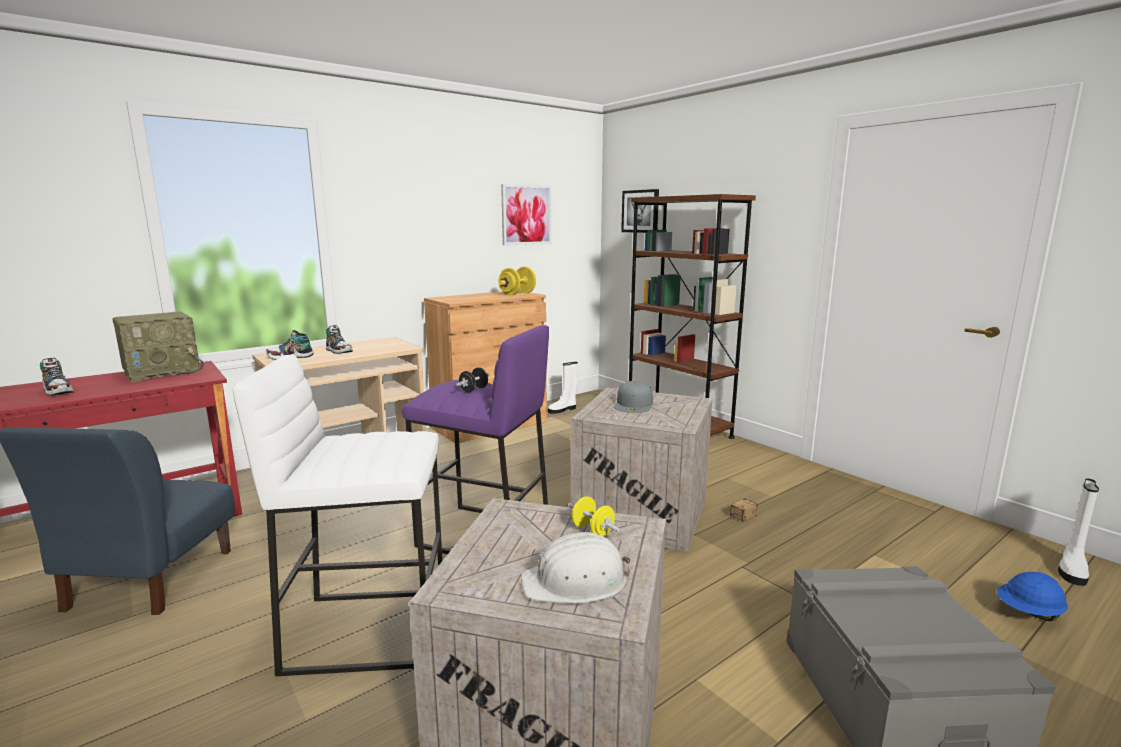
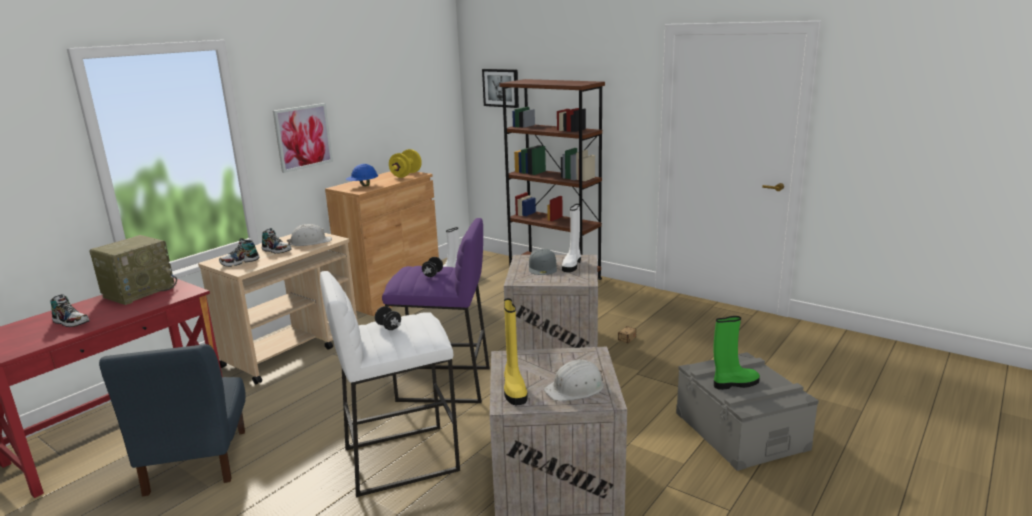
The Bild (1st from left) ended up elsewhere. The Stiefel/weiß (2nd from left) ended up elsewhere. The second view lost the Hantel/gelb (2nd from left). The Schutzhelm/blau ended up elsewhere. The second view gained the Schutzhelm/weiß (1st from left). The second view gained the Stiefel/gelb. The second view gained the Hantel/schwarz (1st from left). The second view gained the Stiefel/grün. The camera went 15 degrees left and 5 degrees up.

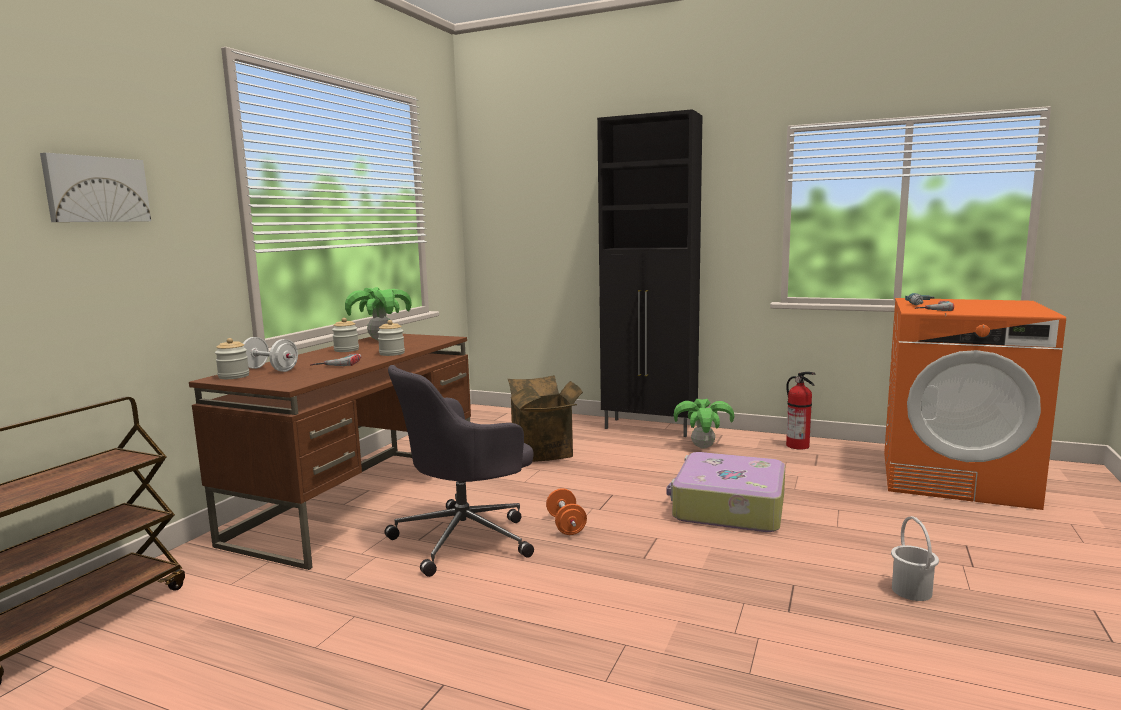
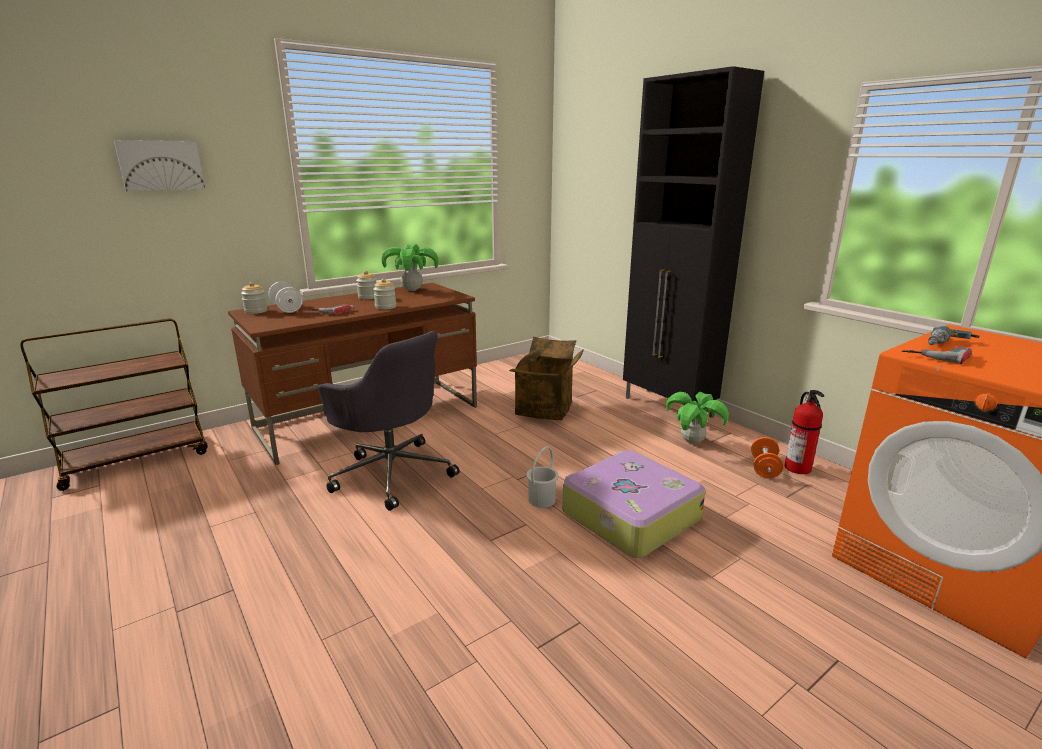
The Bürostuhl/grau ended up facing another way, 135 degrees counterclockwise from before. The Hantel/orange ended up elsewhere. The Eimer/weiß ended up elsewhere. The camera went 30 degrees right and 10 degrees up.

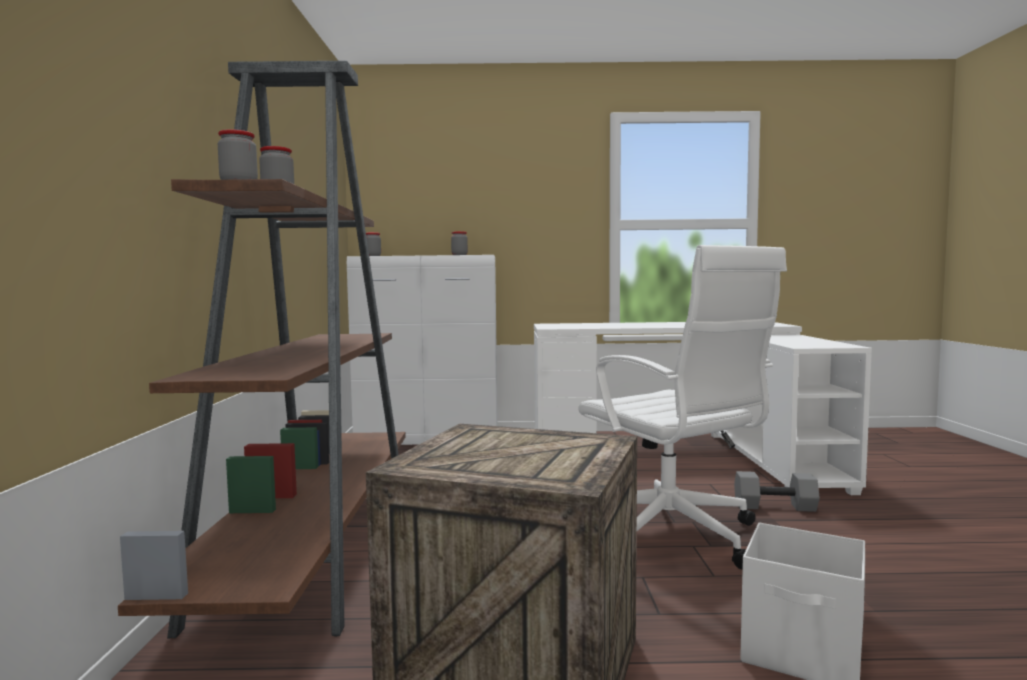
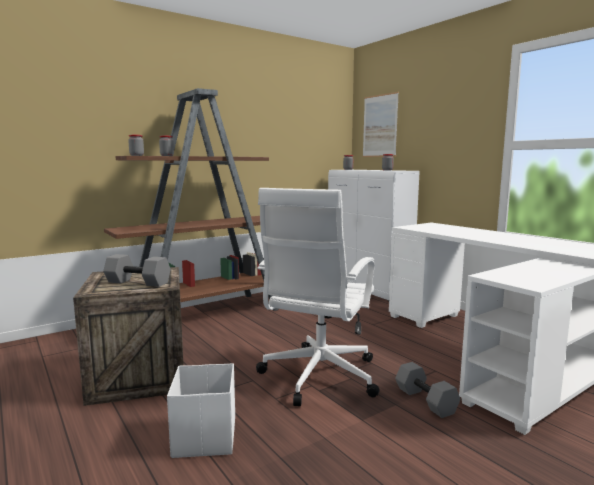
The second view gained the Bild. The second view gained the Hantel/grau (1st from left). The camera went 55 degrees right and 5 degrees up.

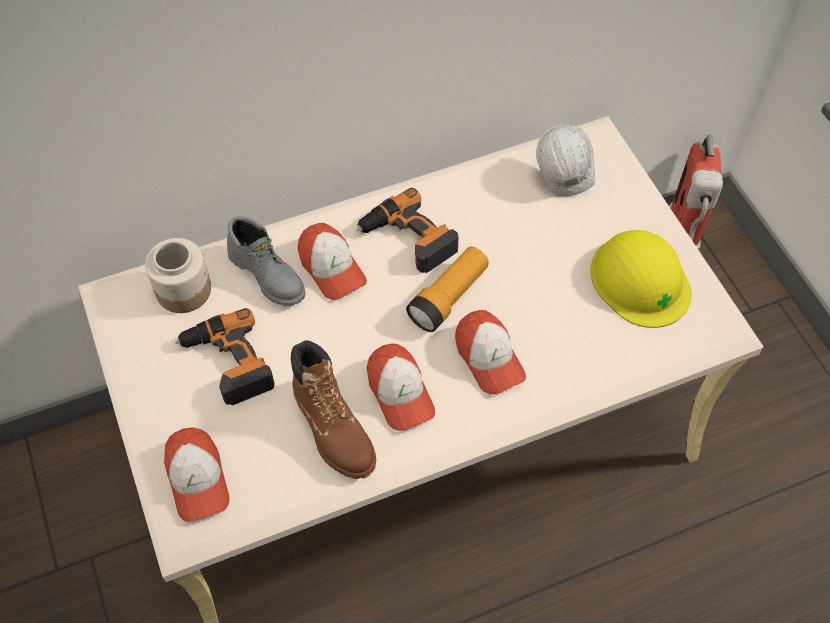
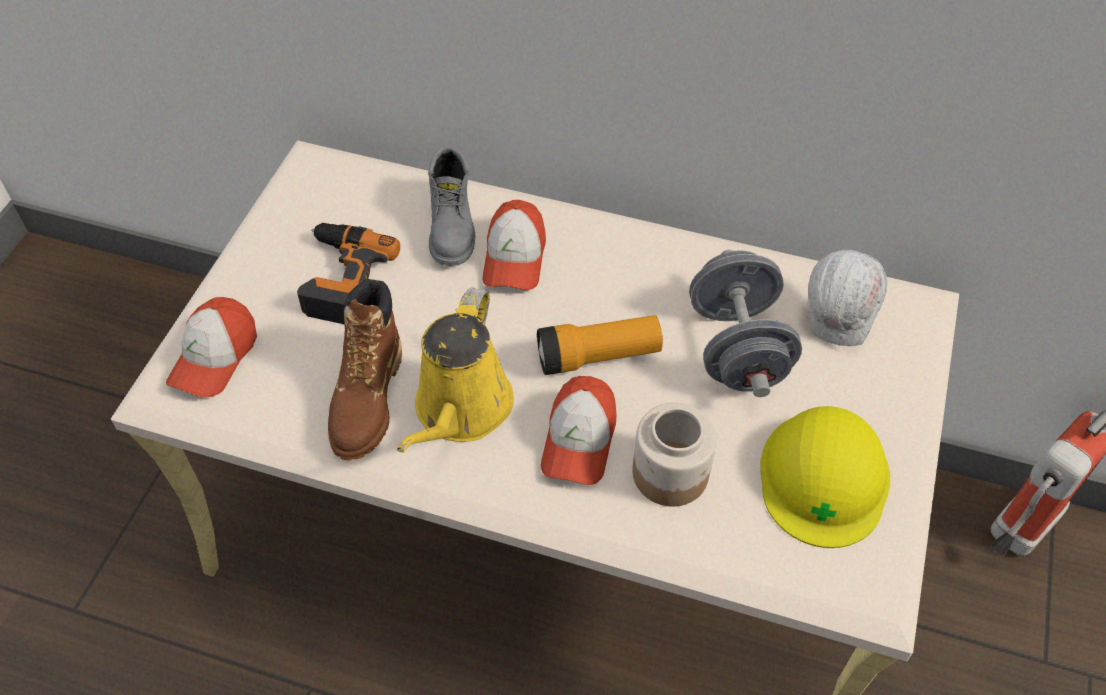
The second view lost the Bohrmaschine (2nd from left). The Vorratsglas ended up elsewhere. Where the Kappe (3rd from left) stood, the Gießkanne/gelb came to stand. The second view gained the Hantel/grau. The camera went 40 degrees right and 5 degrees down.

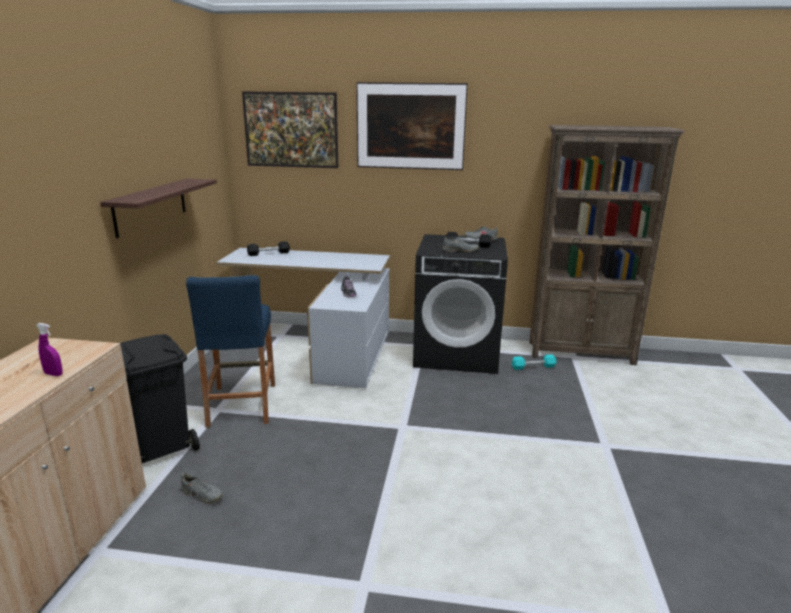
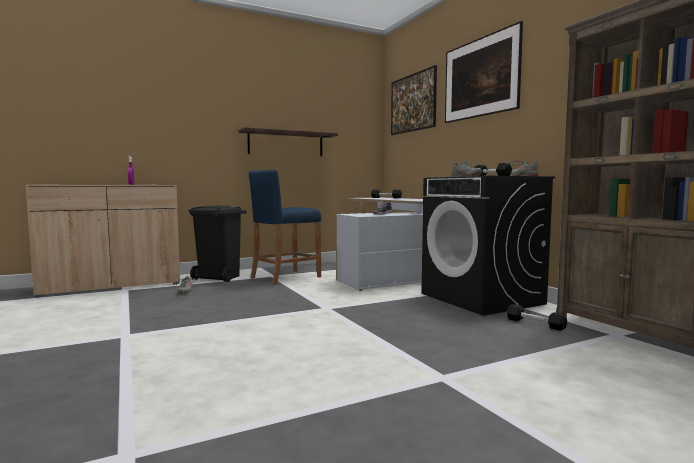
What was the Hantel/türkis turned into the Hantel/schwarz (3rd from left). The camera went 55 degrees right and 15 degrees down.

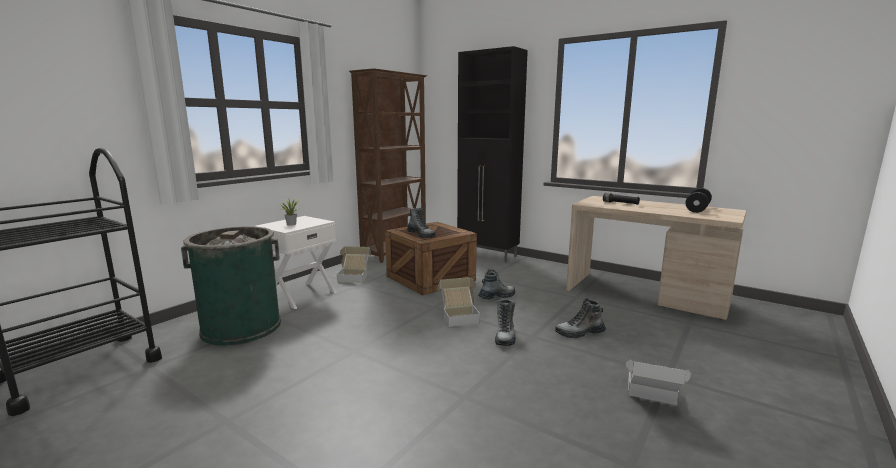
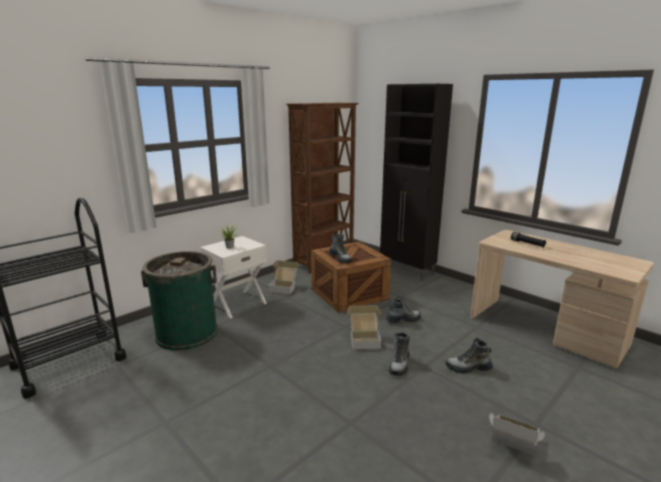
The second view lost the Hantel/schwarz. The camera went 10 degrees right and 5 degrees up.

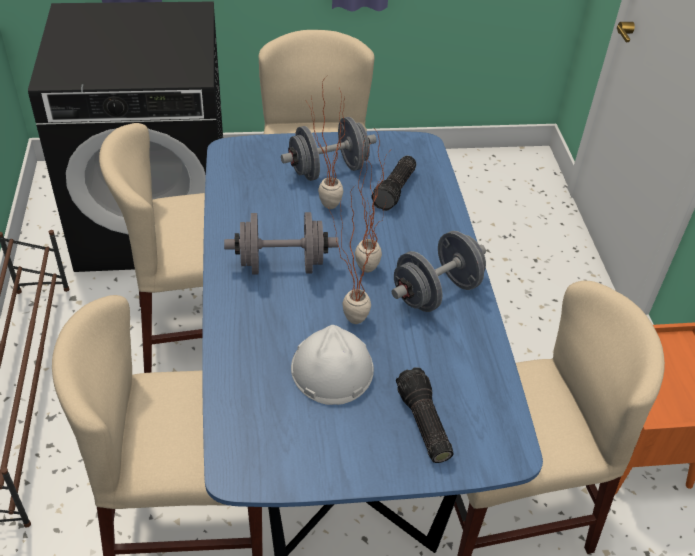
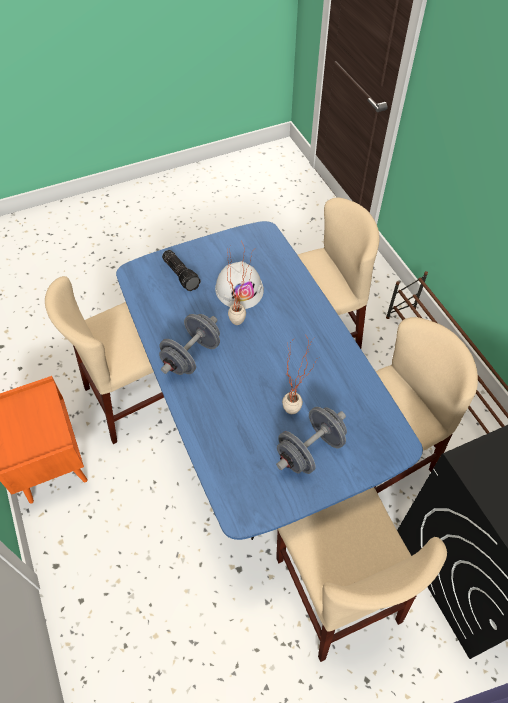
The second view lost the Topfpflanze (3rd from left). The second view lost the Taschenlampe (1st from left). The second view lost the Hantel/grau (1st from left). The camera went 165 degrees right and 10 degrees up.

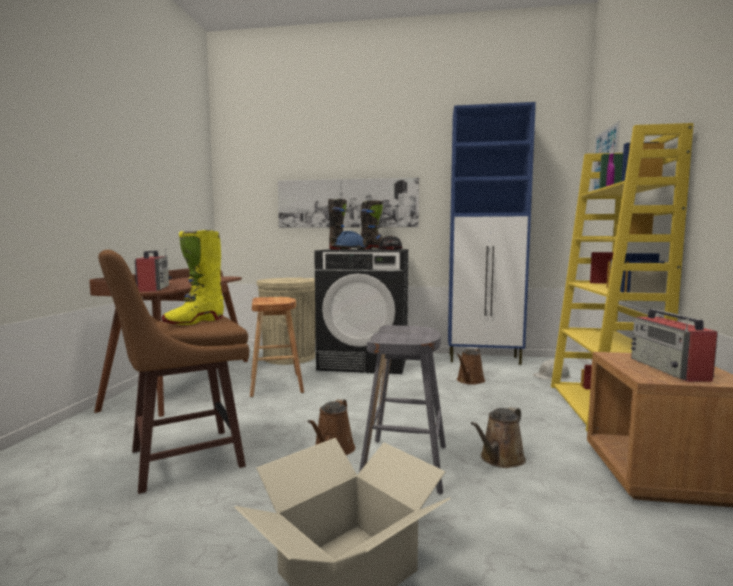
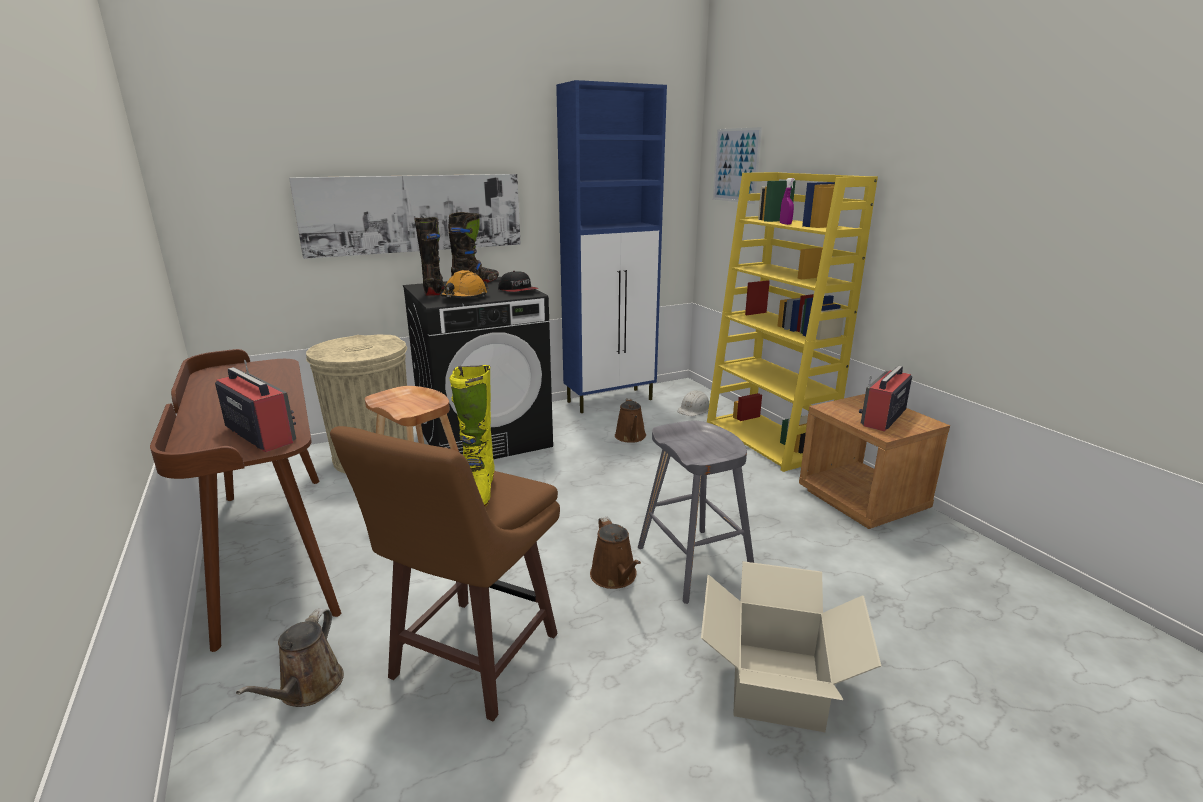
What was the Schutzhelm/blau turned into the Schutzhelm/orange. The Radio (2nd from left) ended up facing another way, 75 degrees clockwise from before. The Gießkanne/braun (3rd from left in the first image) ended up elsewhere. The camera went 35 degrees left and 15 degrees up.

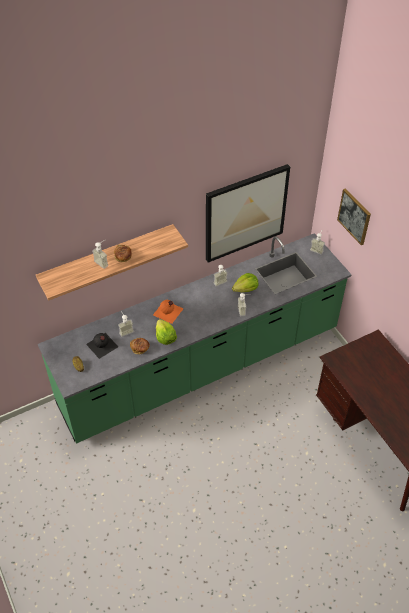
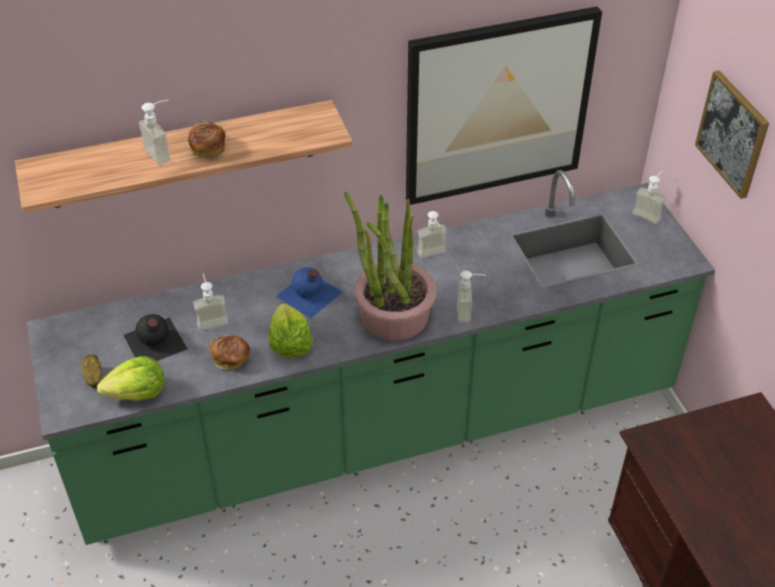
The Salatkopf (2nd from left in the first image) ended up elsewhere. What was the Flasche/orange turned into the Flasche/blau. The second view gained the Topfpflanze. The camera went 10 degrees right and 5 degrees down.

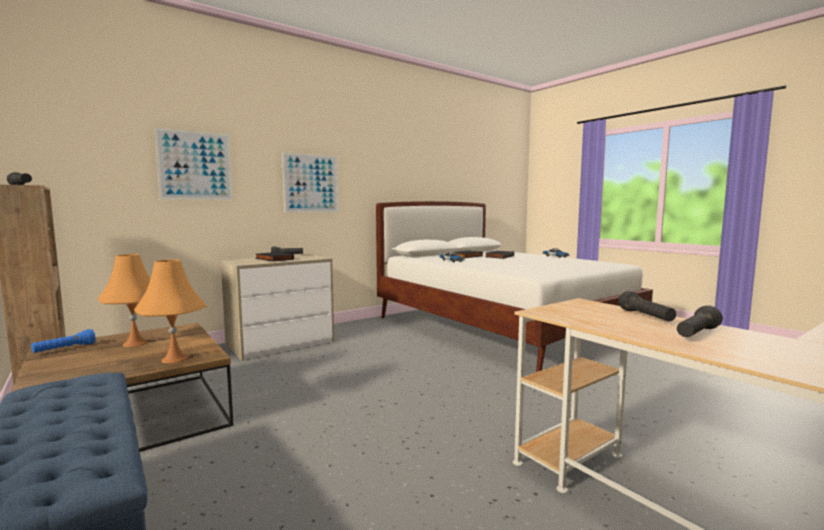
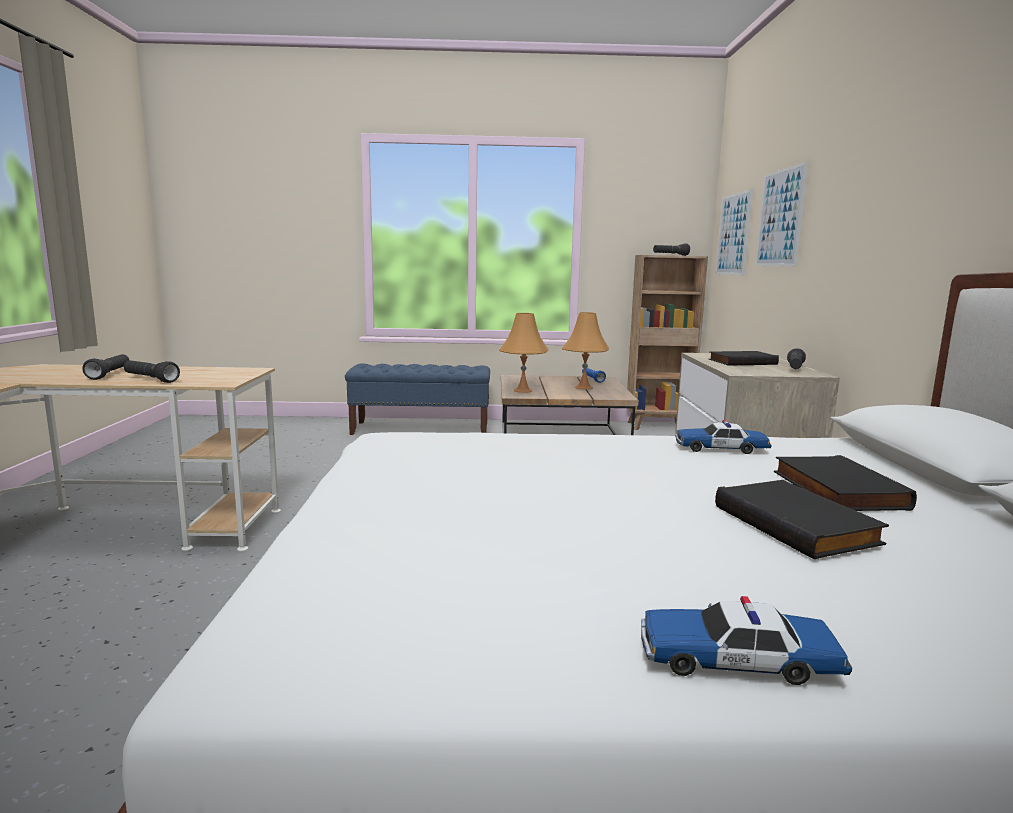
The Bild (2nd from left in the first image) ended up elsewhere. The camera went 125 degrees right and 5 degrees up.

